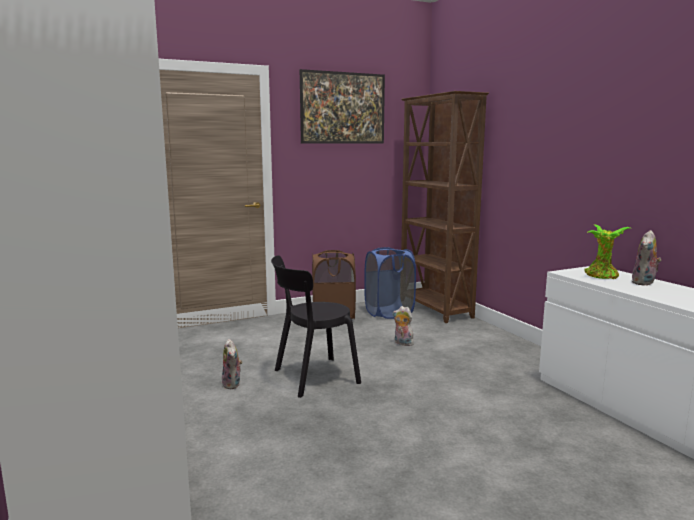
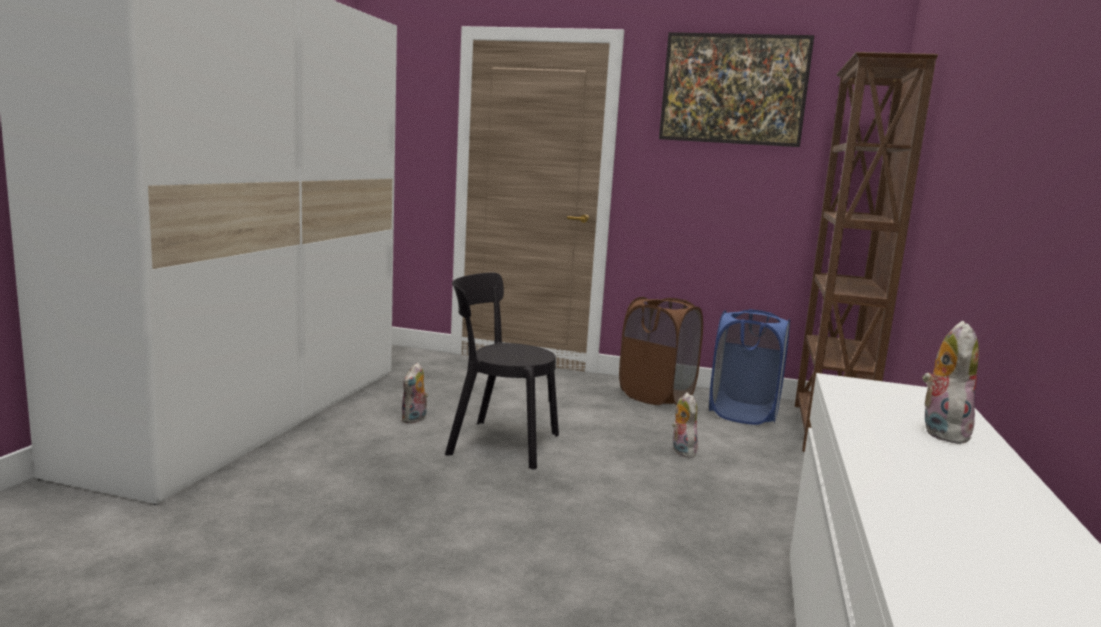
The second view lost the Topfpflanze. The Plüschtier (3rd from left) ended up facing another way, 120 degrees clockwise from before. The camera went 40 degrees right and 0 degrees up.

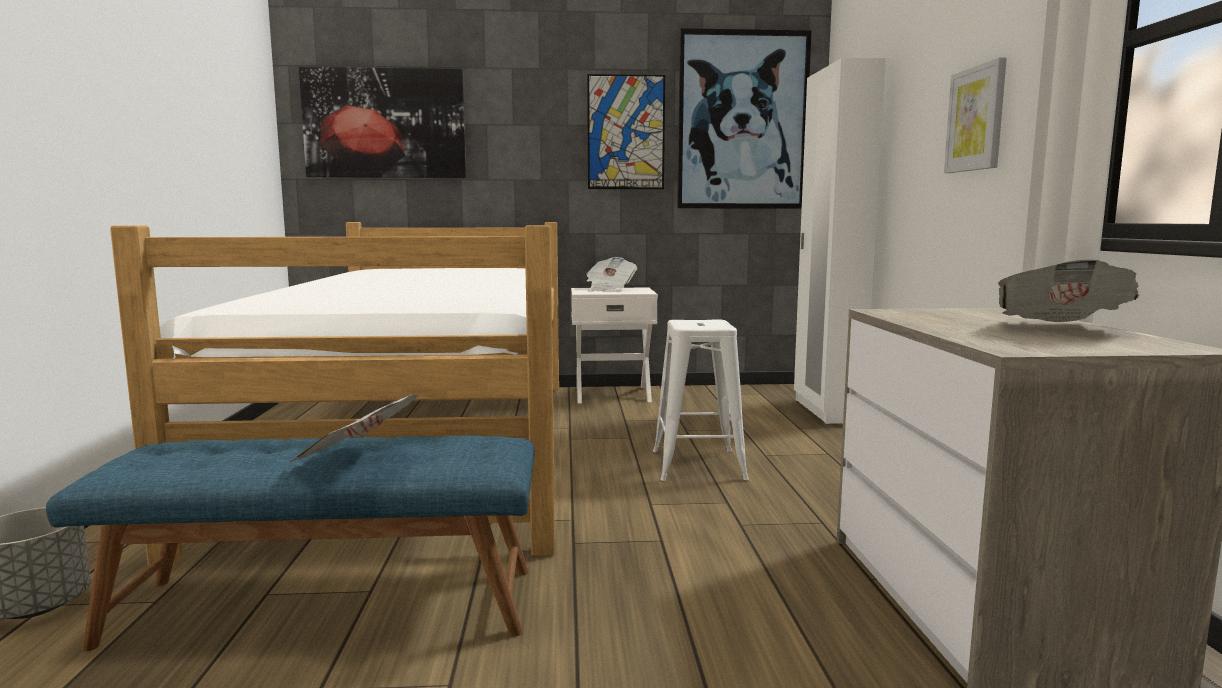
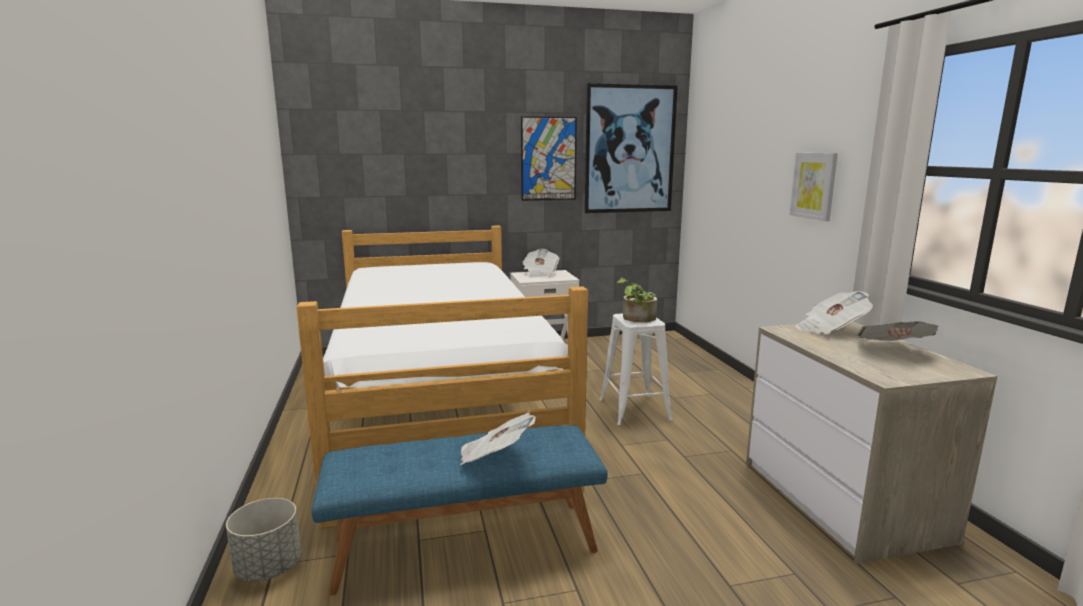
The second view lost the Kleiderschrank/weiß. The second view lost the Bild (1st from left). The second view gained the Topfpflanze. The second view gained the Zeitung (3rd from left). The camera went 10 degrees left and 5 degrees up.

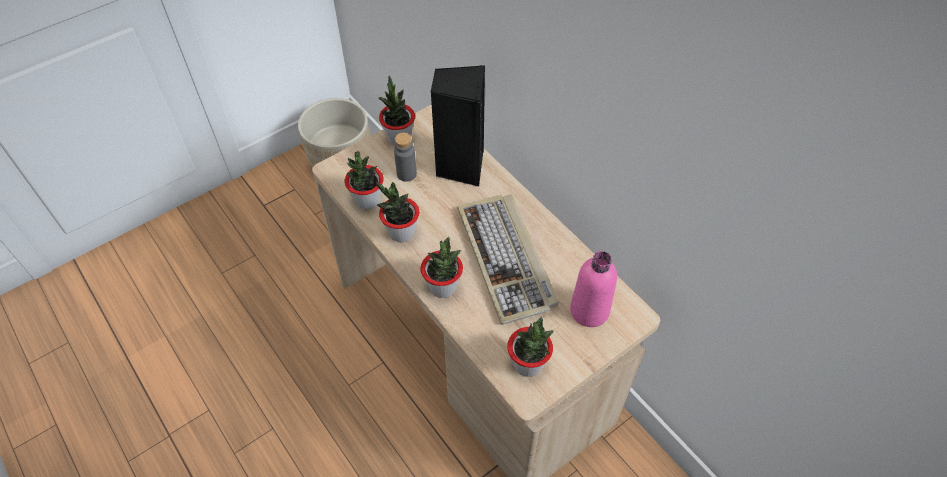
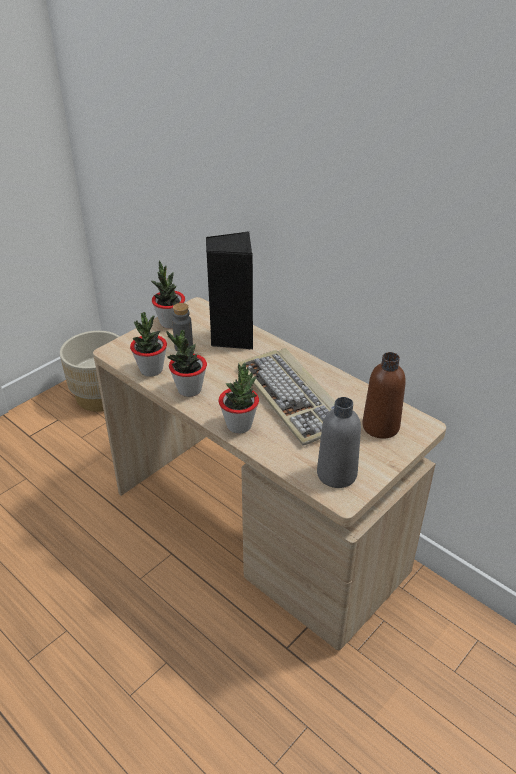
What was the Flasche/rosa turned into the Flasche/braun. Where the Topfpflanze (5th from left) stood, the Flasche/grau (2nd from left) came to stand. The camera went 10 degrees left and 15 degrees down.

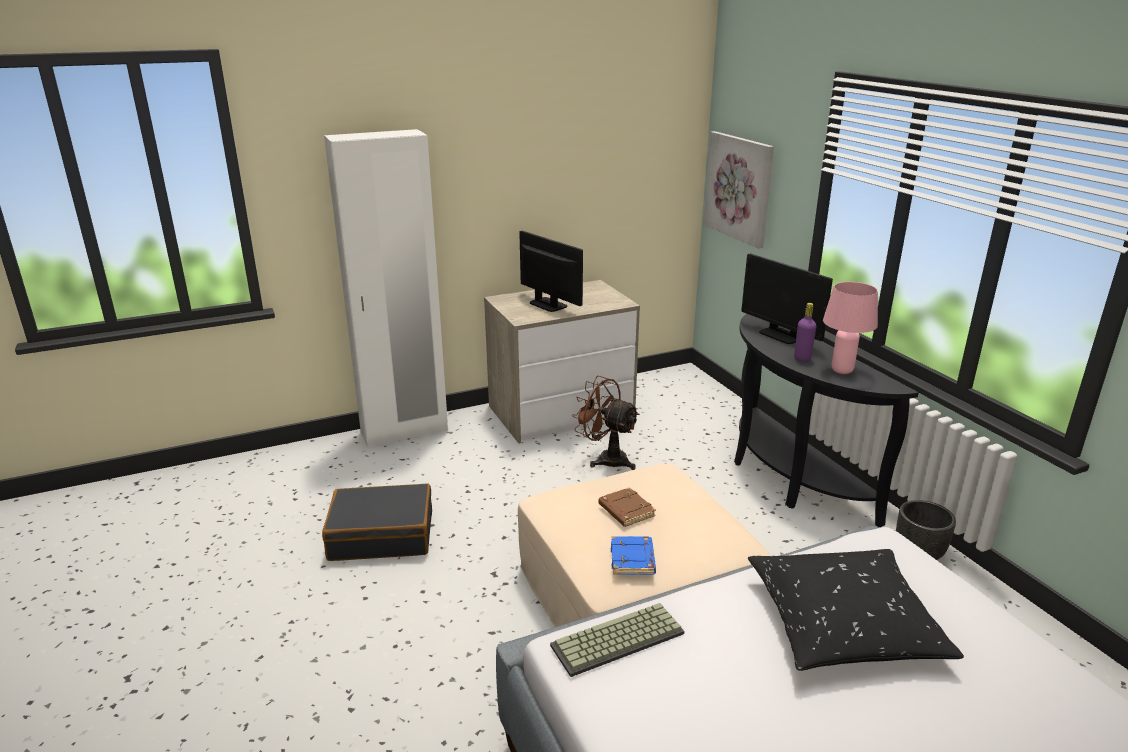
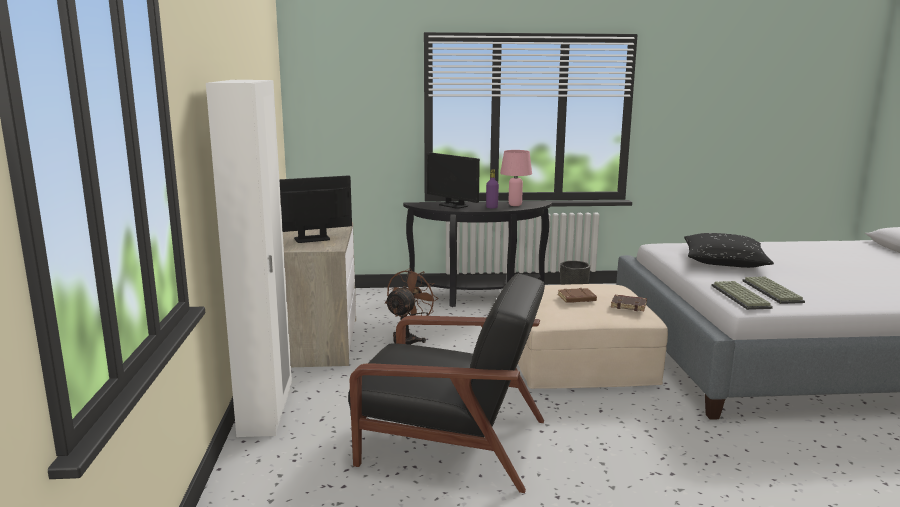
The second view lost the Bild. The Monitor (2nd from left) ended up facing another way, 60 degrees clockwise from before. The Ventilator/braun ended up facing another way, 150 degrees clockwise from before. Where the Koffer/schwarz stood, the Sessel/schwarz came to stand. What was the Buch/blau turned into the Buch/braun (2nd from left). The second view gained the Tastatur (2nd from left). The camera went 70 degrees left and 10 degrees down.

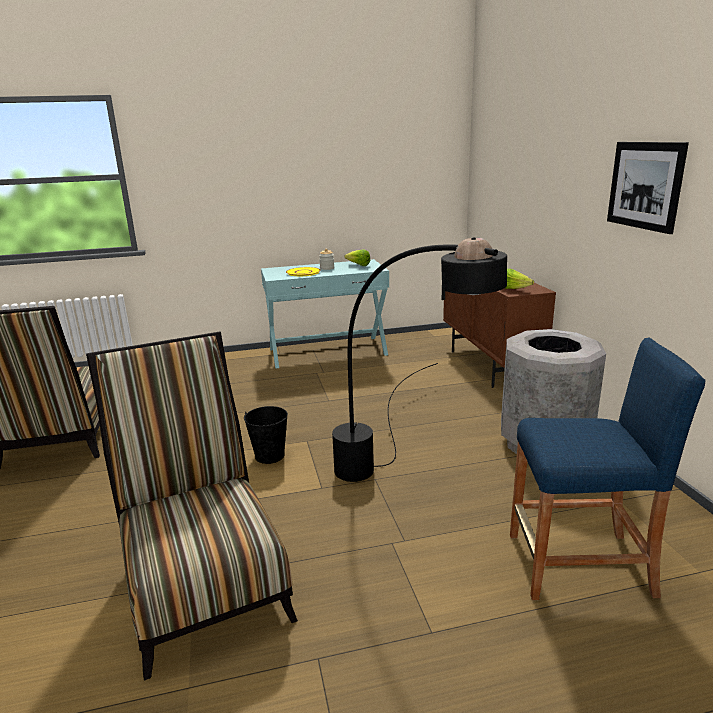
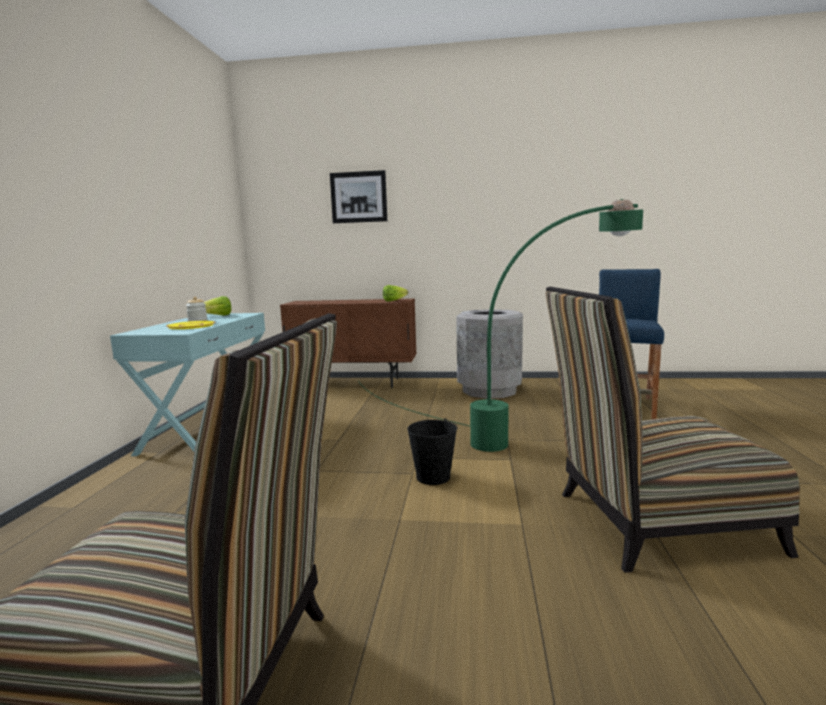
The Bild ended up elsewhere. What was the Stehlampe/schwarz turned into the Stehlampe/grün. The camera went 70 degrees left and 10 degrees down.

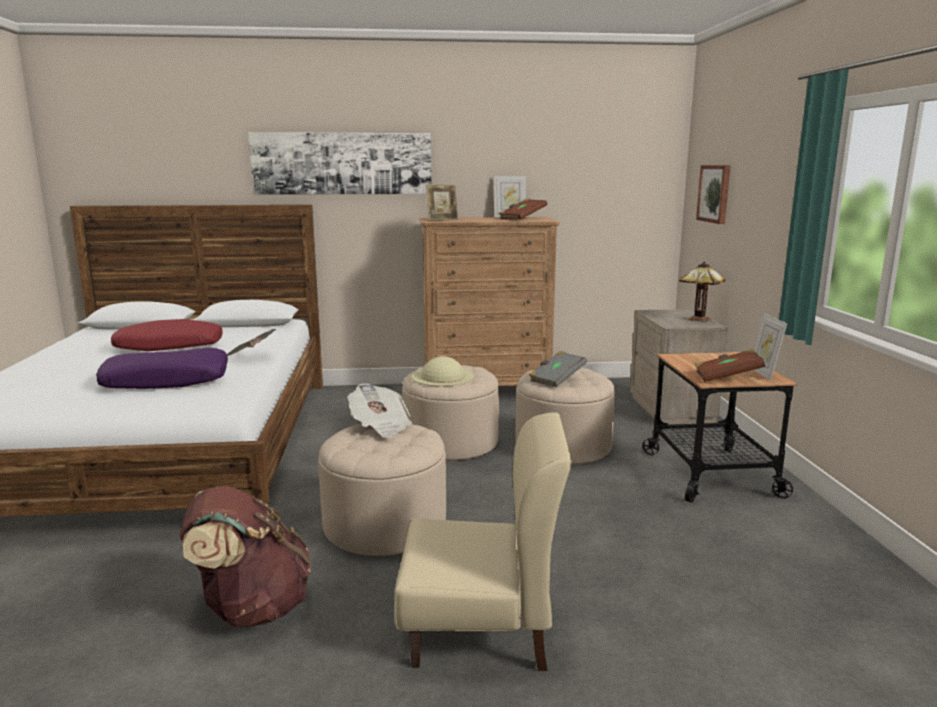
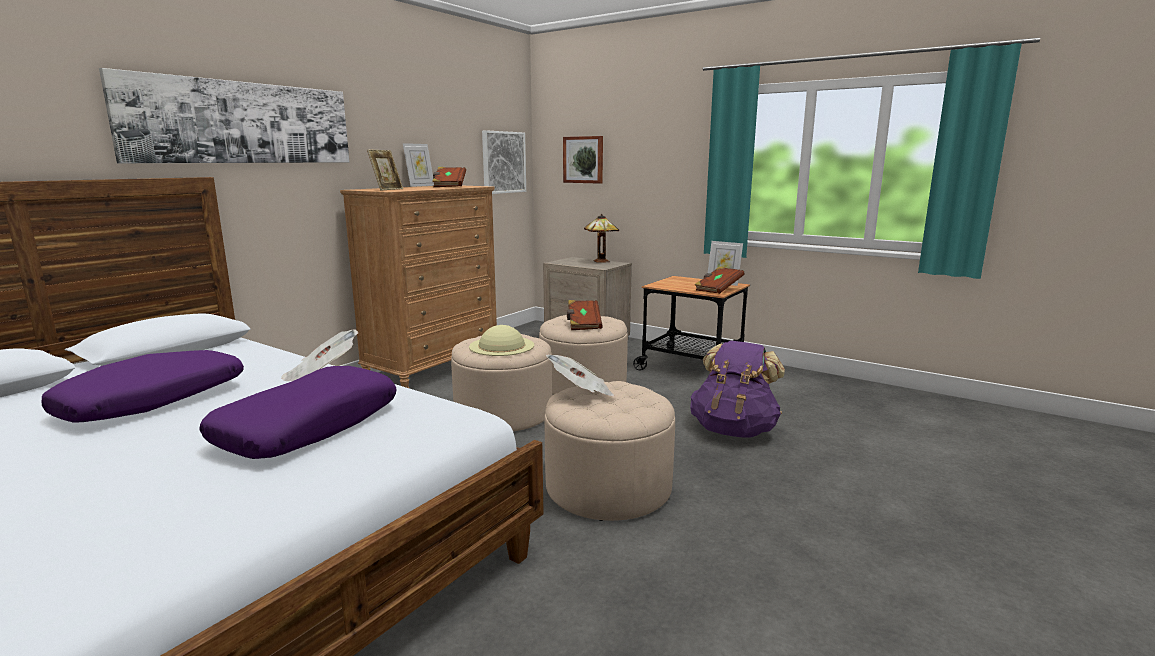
What was the Kissen/rot turned into the Kissen/lila (1st from left). What was the Buch/grau turned into the Buch/braun (2nd from left). The second view lost the Stuhl/beige. The second view lost the Rucksack/braun. The second view gained the Bild (2nd from left). The second view gained the Rucksack/lila. The camera went 50 degrees left and 0 degrees up.

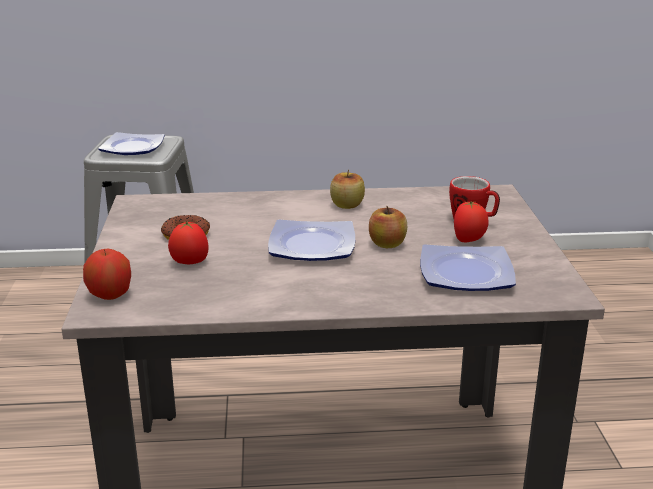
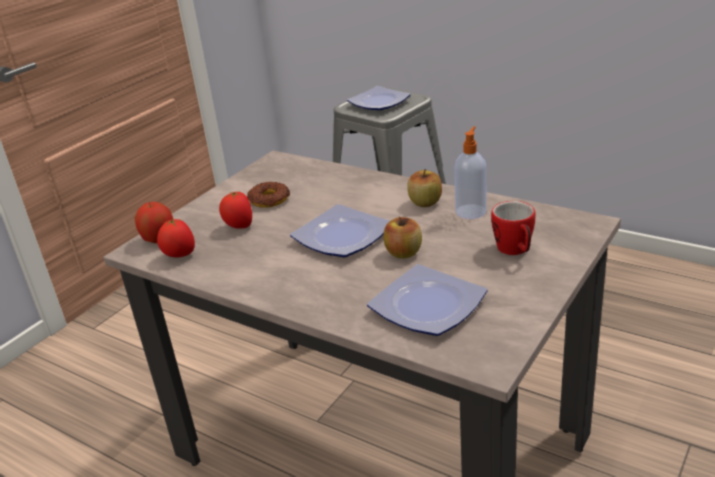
The Tomate (2nd from left in the first image) ended up elsewhere. The second view gained the Seifenspender. The camera went 40 degrees right and 5 degrees up.

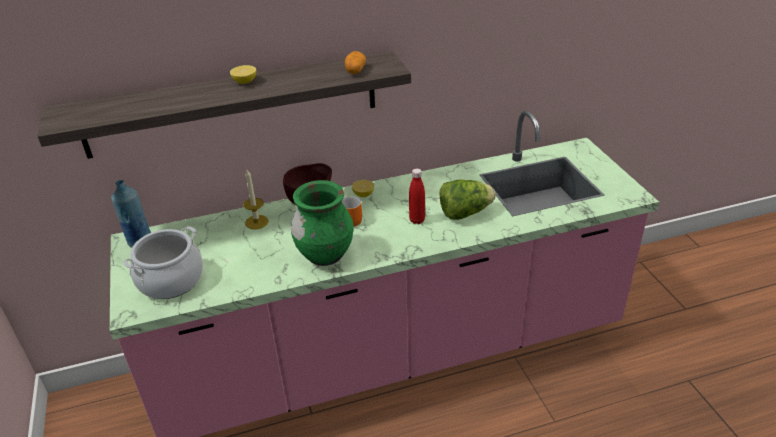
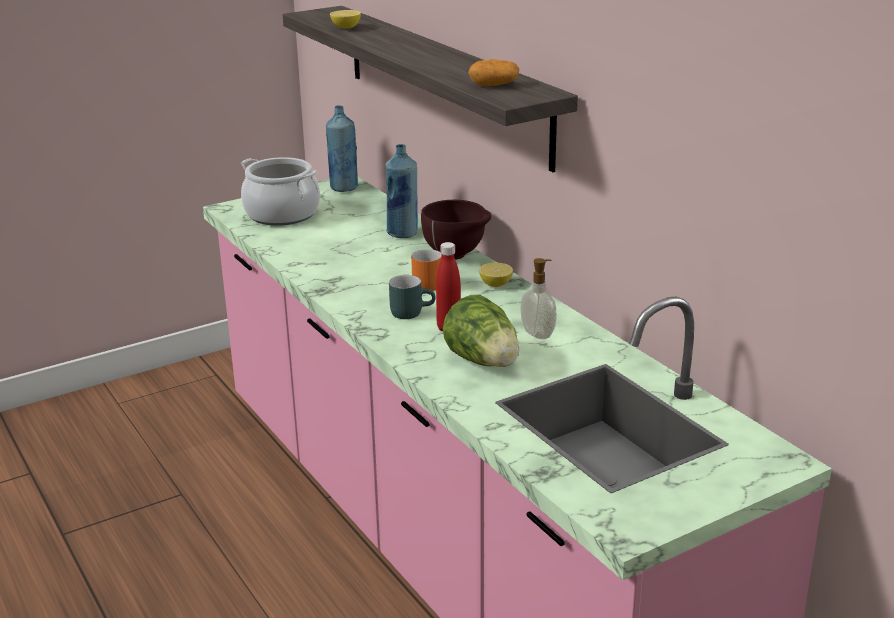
The Zitrone (1st from left) ended up elsewhere. Where the Kerze stood, the Flasche/blau (2nd from left) came to stand. The second view lost the Vase/grün. The second view gained the Seifenspender. The second view gained the Henkelbecher/türkis. The camera went 75 degrees right and 10 degrees down.

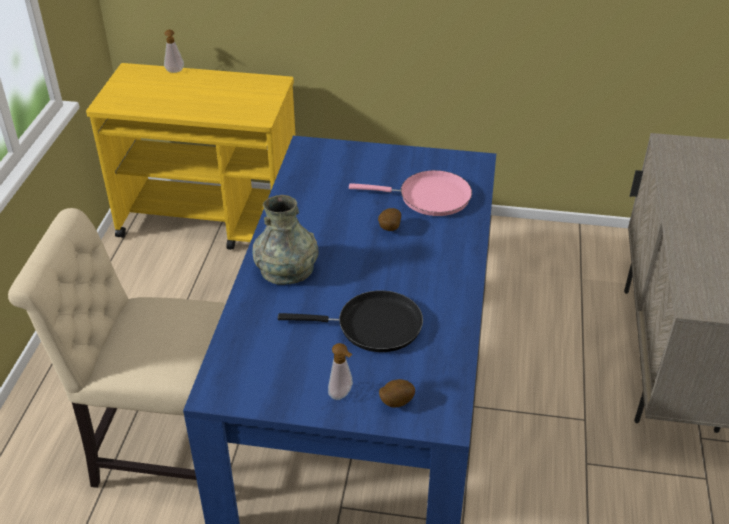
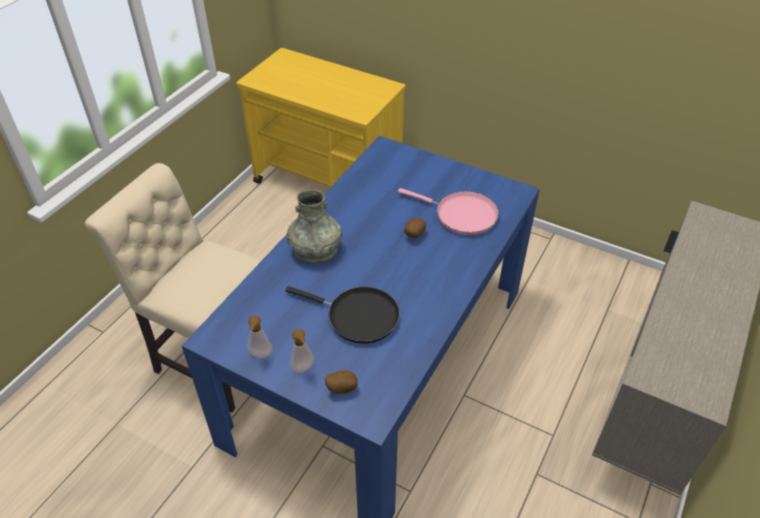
The Seifenspender (1st from left) ended up elsewhere. The camera went 20 degrees right and 5 degrees up.

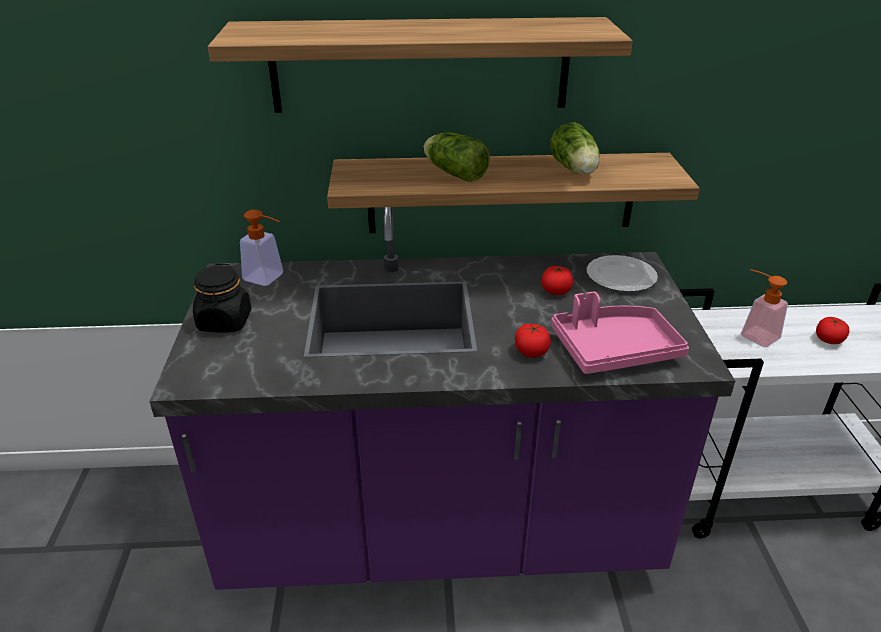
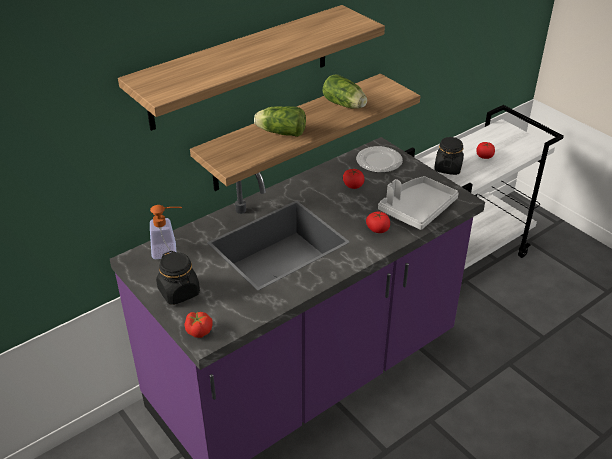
Where the Seifenspender (2nd from left) stood, the Vorratsglas/schwarz (2nd from left) came to stand. What was the Tablett/rosa turned into the Tablett/grau. The second view gained the Tomate (1st from left). The camera went 35 degrees left and 5 degrees up.

